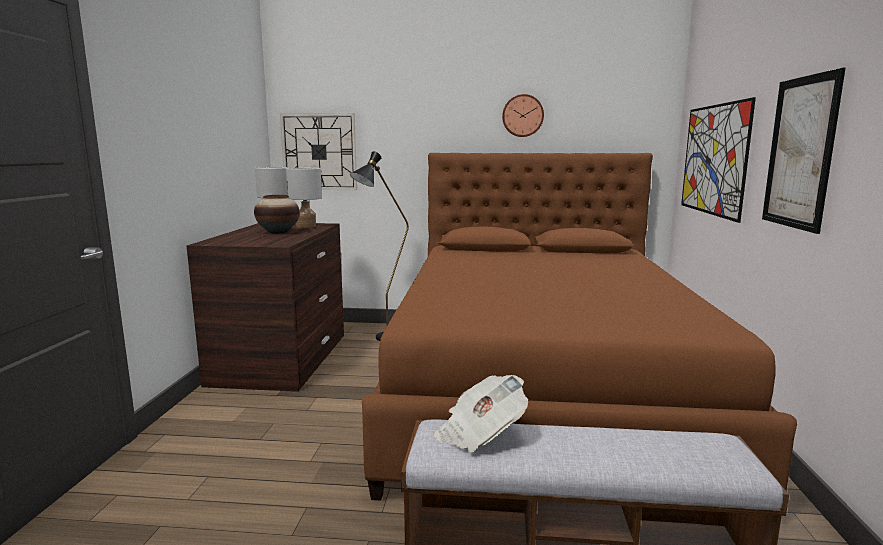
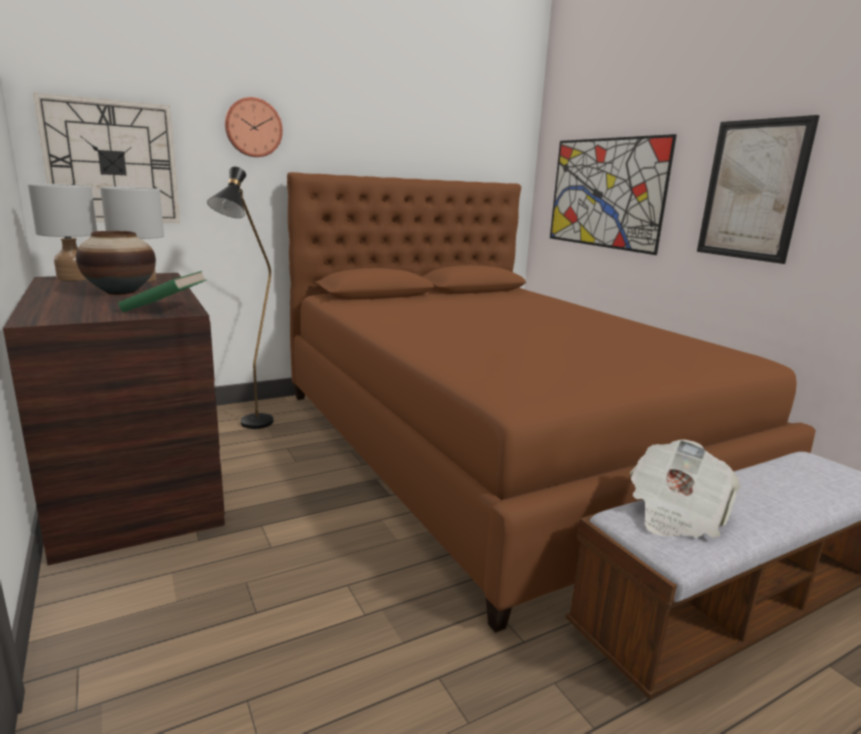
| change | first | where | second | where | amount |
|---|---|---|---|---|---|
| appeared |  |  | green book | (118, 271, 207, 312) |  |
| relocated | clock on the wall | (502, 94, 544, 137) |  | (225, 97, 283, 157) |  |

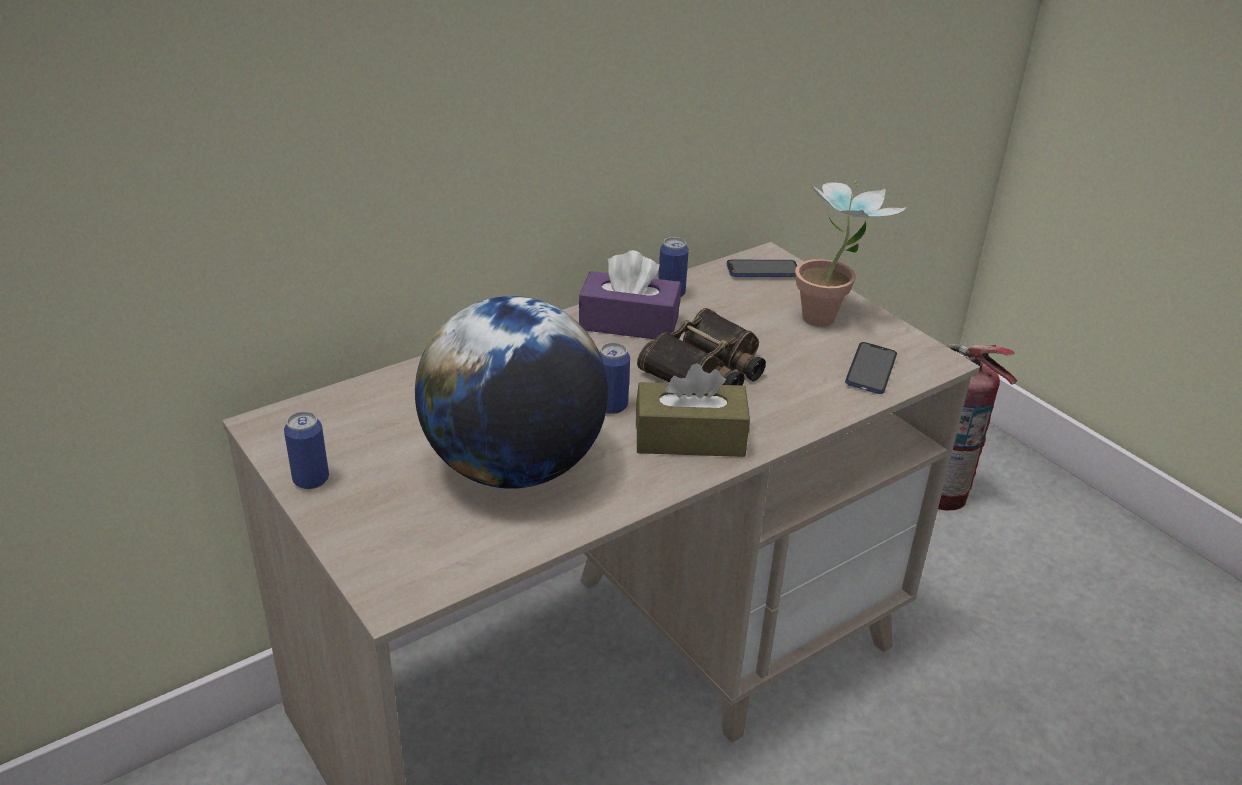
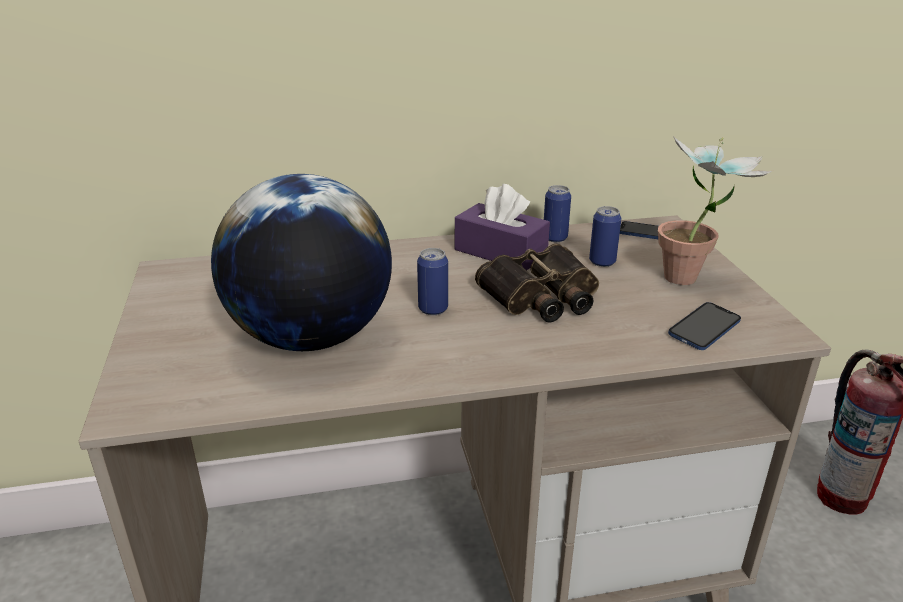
| change | first | where | second | where | amount |
|---|---|---|---|---|---|
| relocated | sealed can | (284, 411, 329, 489) |  | (589, 206, 622, 267) |  |
| missing | brownish box of tissues | (636, 363, 750, 457) |  |  |  |

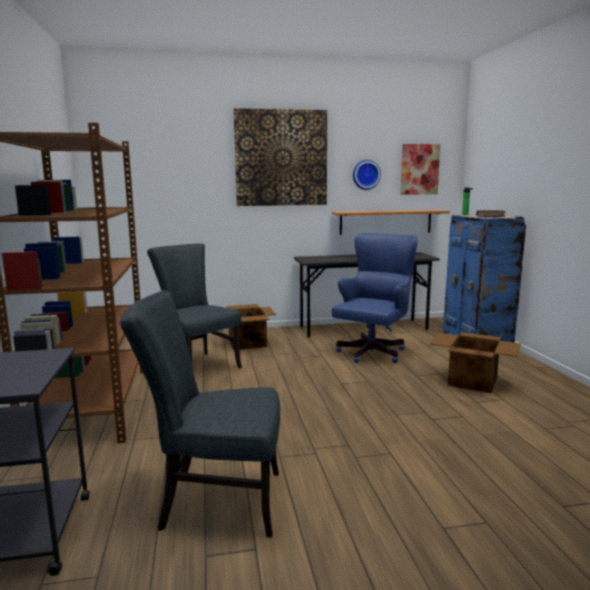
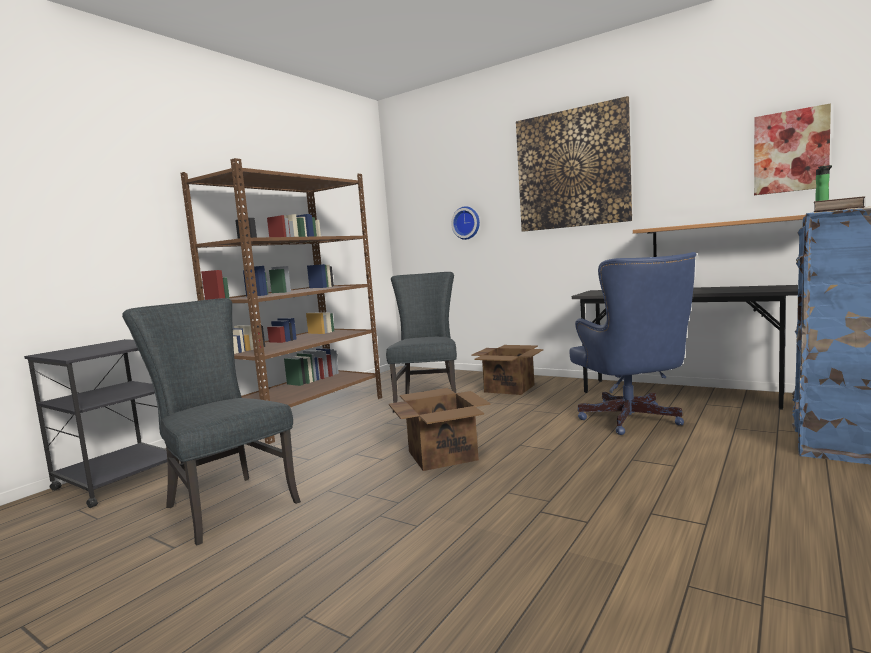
| change | first | where | second | where | amount |
|---|---|---|---|---|---|
| relocated | cardboard box | (430, 332, 521, 393) |  | (389, 388, 491, 471) |  |
| relocated | clock on the wall | (353, 160, 381, 190) |  | (451, 206, 480, 240) |  |
| spun | blue desk chair | (332, 233, 418, 363) |  | (570, 252, 696, 435) | 90 degrees clockwise |

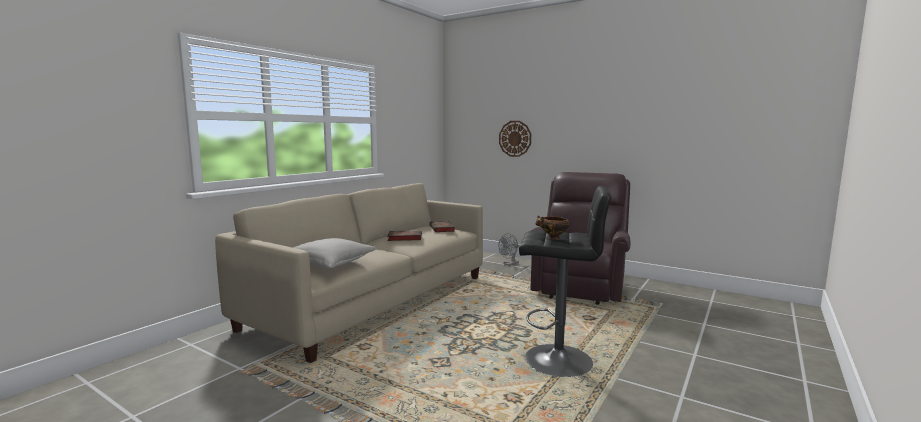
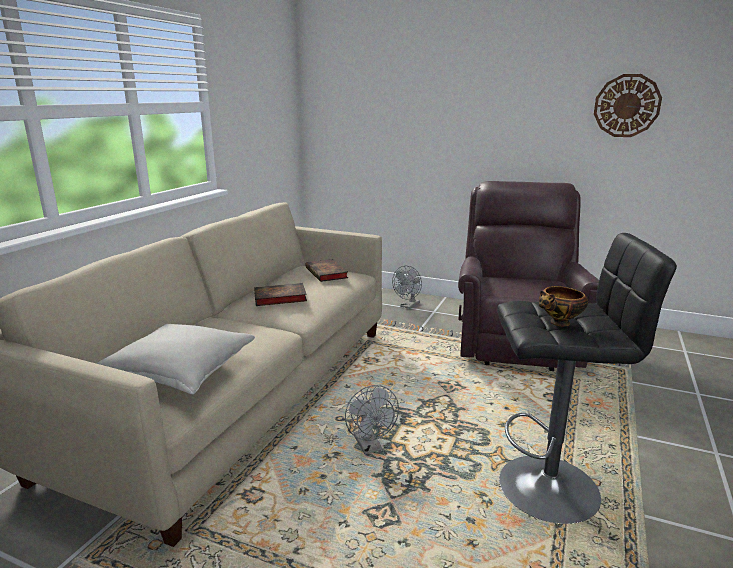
| change | first | where | second | where | amount |
|---|---|---|---|---|---|
| appeared |  |  | greyish cooling fan | (345, 385, 399, 454) |  |
| relocated | clock on the wall | (499, 121, 531, 157) |  | (594, 74, 662, 137) |  |

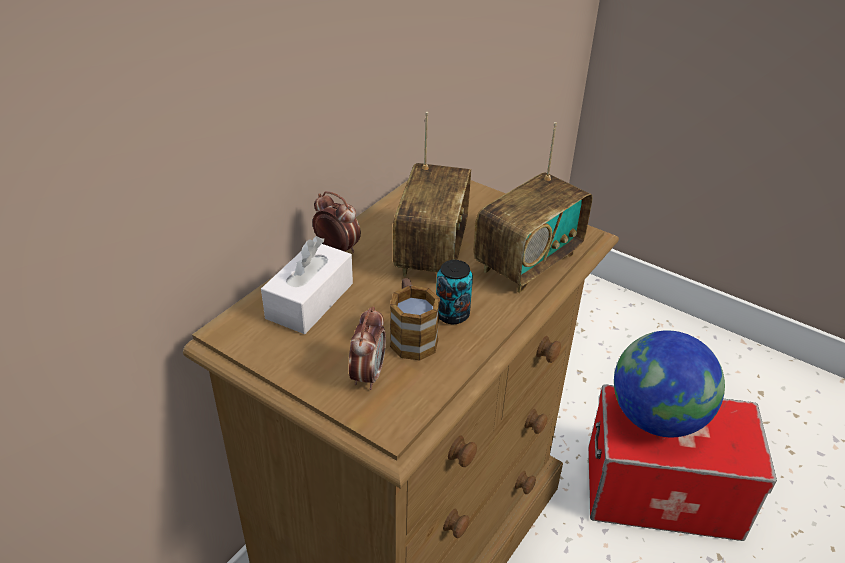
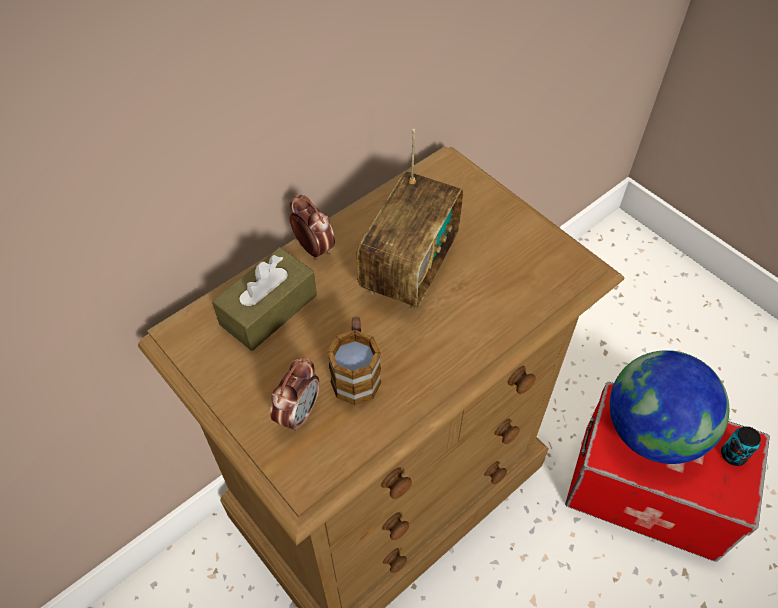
| change | first | where | second | where | amount |
|---|---|---|---|---|---|
| colour | white box of tissues | (261, 236, 353, 334) | brownish box of tissues | (212, 247, 317, 351) |  |
| relocated | sealed can | (436, 260, 473, 324) |  | (721, 426, 761, 466) |  |
| missing | radio | (473, 122, 592, 293) |  |  |  |

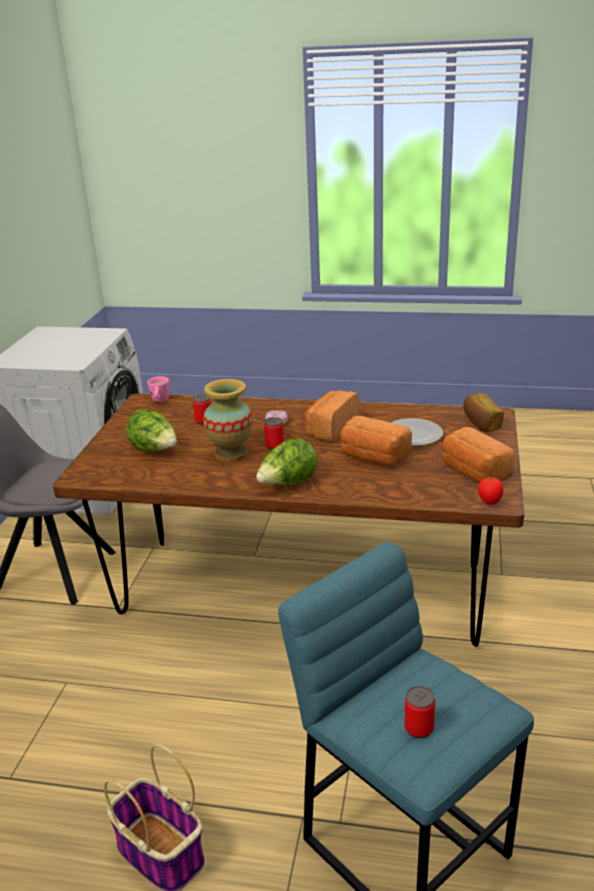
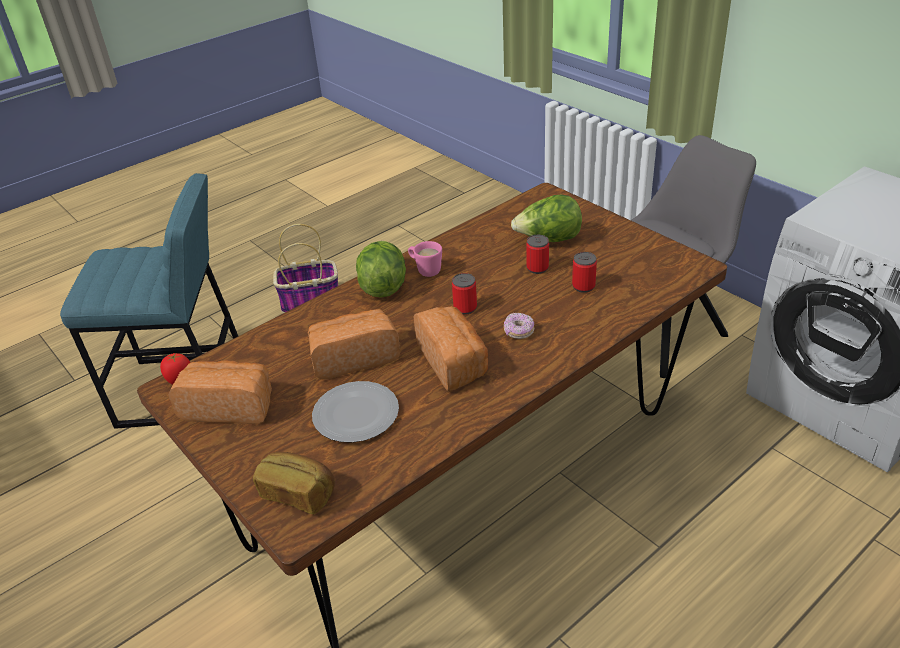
| change | first | where | second | where | amount |
|---|---|---|---|---|---|
| relocated | pinkish mug | (147, 376, 169, 402) |  | (408, 241, 442, 277) |  |
| relocated | sealed can | (404, 686, 435, 738) |  | (526, 235, 549, 274) |  |
| missing | flower vase | (203, 379, 253, 462) |  |  |  |

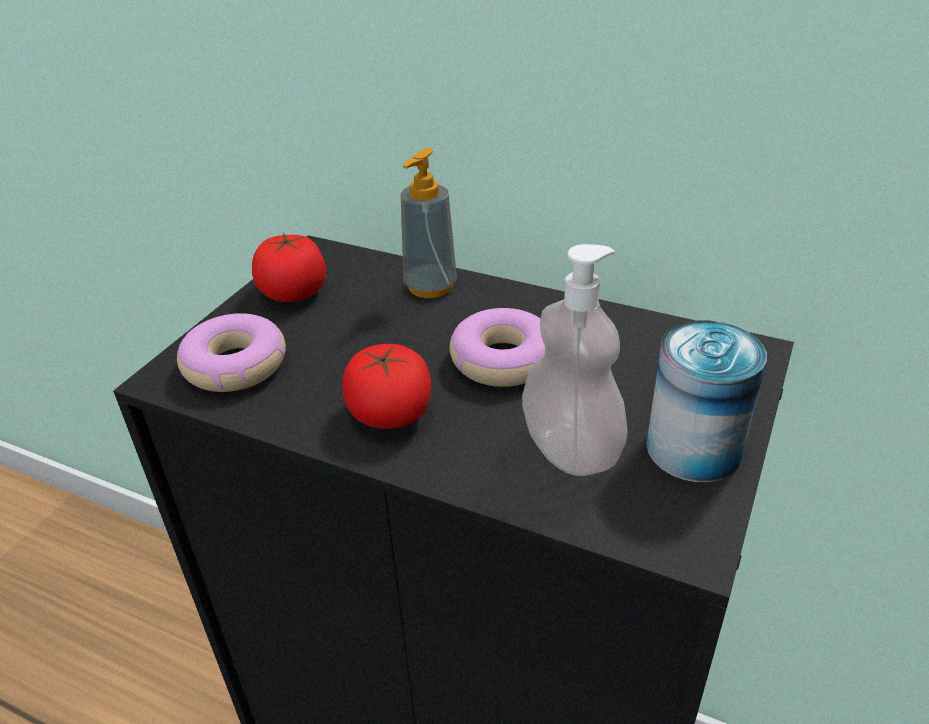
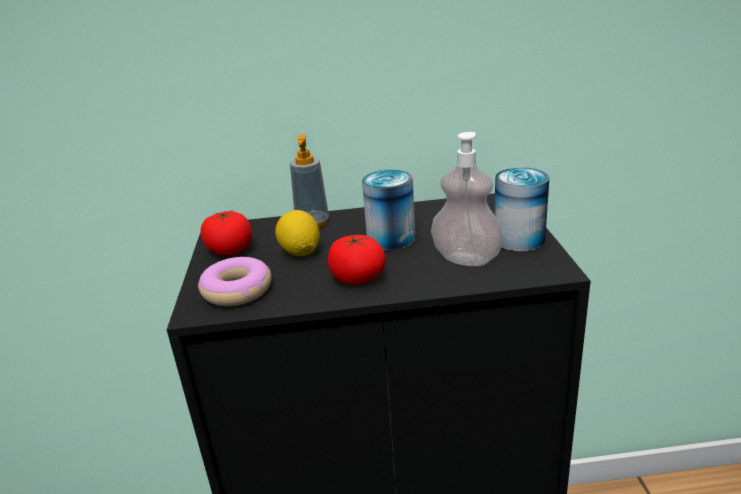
| change | first | where | second | where | amount |
|---|---|---|---|---|---|
| appeared |  |  | citrus fruit | (275, 210, 320, 256) |  |
| exchanged | doughnut | (450, 308, 545, 387) | sealed can | (362, 169, 415, 250) |  |

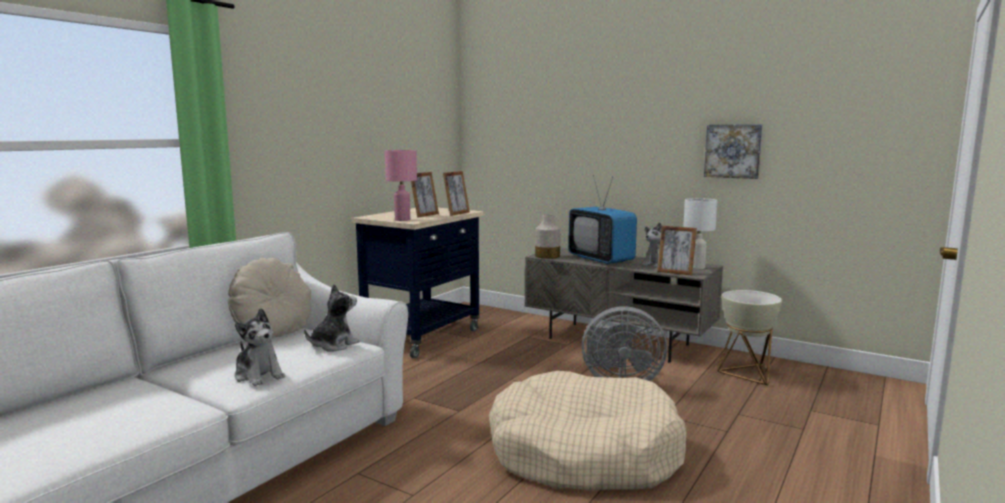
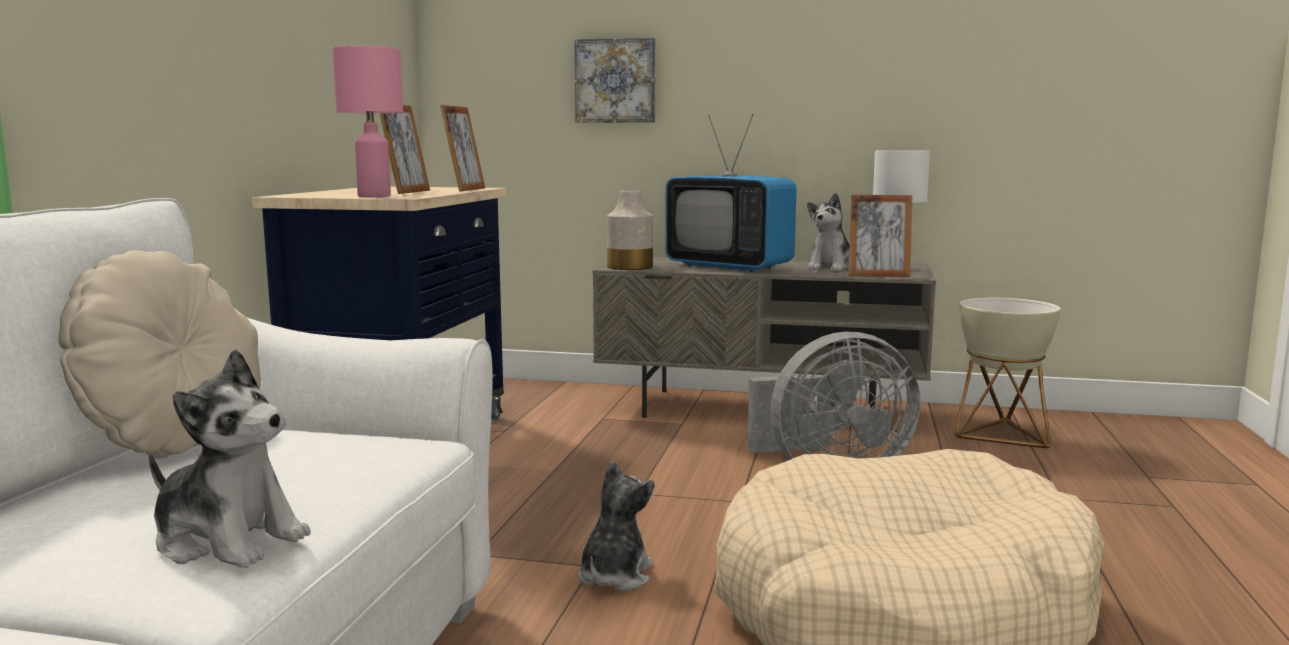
| change | first | where | second | where | amount |
|---|---|---|---|---|---|
| relocated | wall art | (704, 124, 763, 179) |  | (574, 37, 655, 123) |  |
| relocated | cuddly toy | (304, 284, 359, 352) |  | (578, 461, 655, 591) |  |

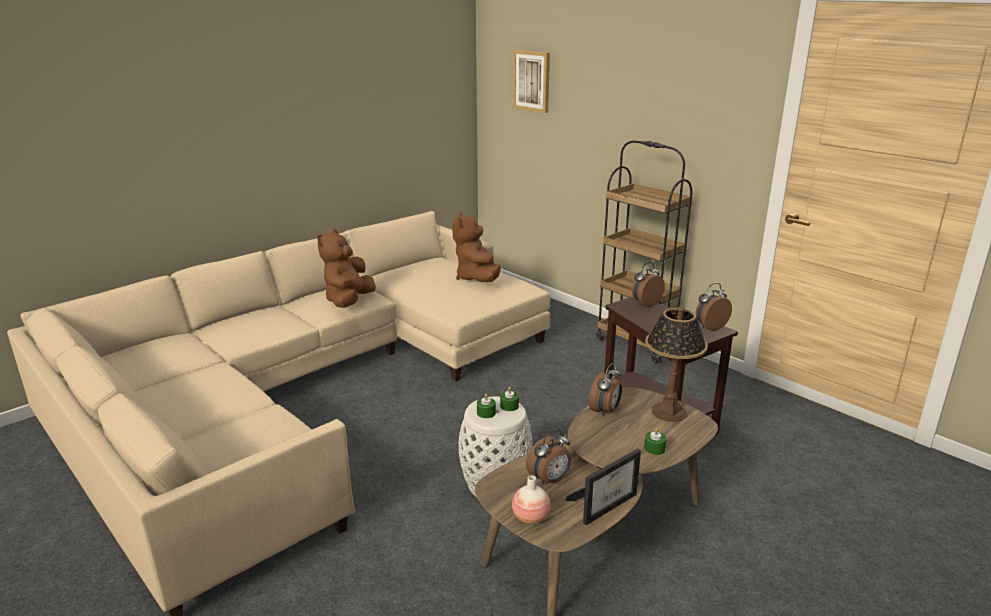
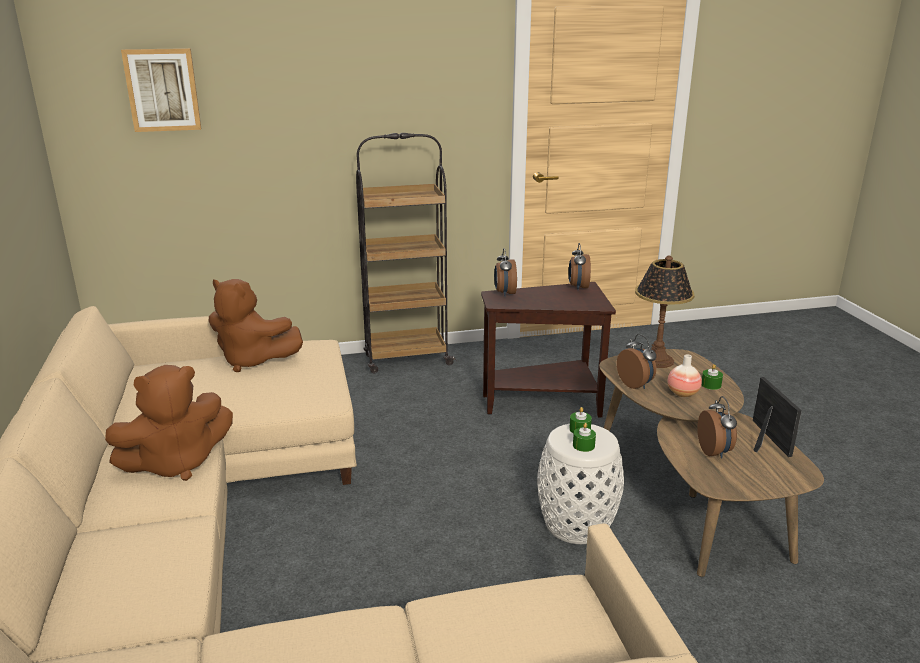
| change | first | where | second | where | amount |
|---|---|---|---|---|---|
| spun | brownish cuddly toy | (318, 229, 376, 308) |  | (105, 365, 233, 481) | 75 degrees counterclockwise |
| relocated | flower vase | (512, 475, 550, 524) |  | (667, 354, 702, 397) |  |

